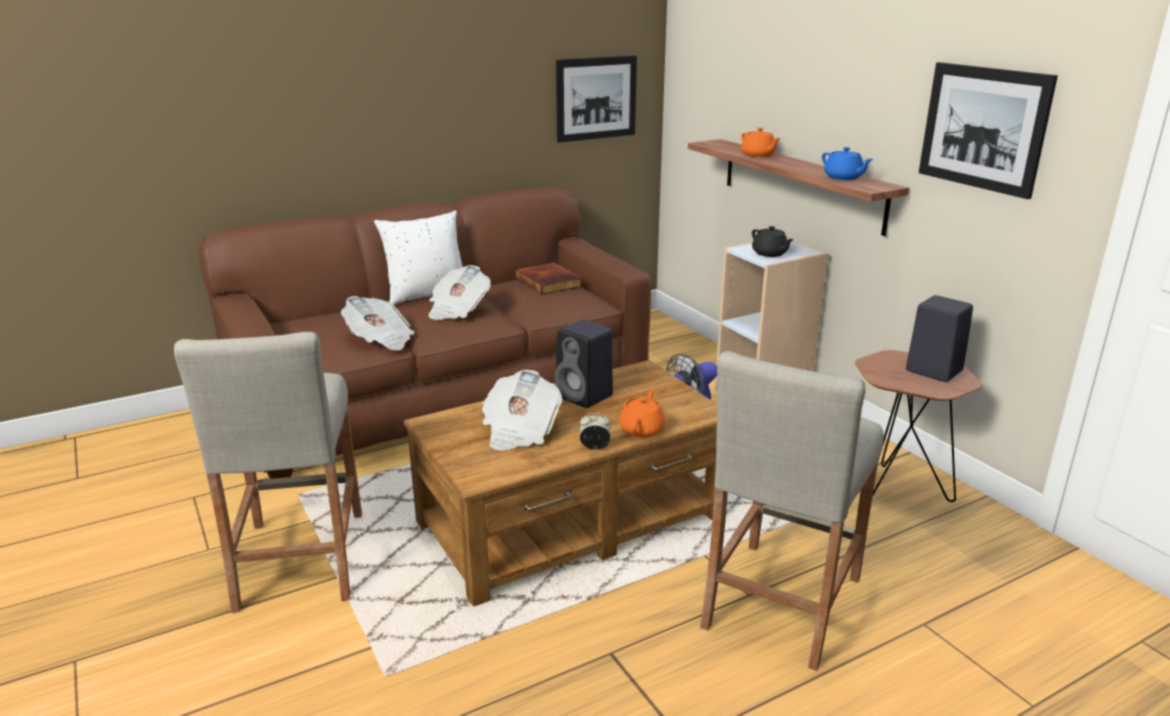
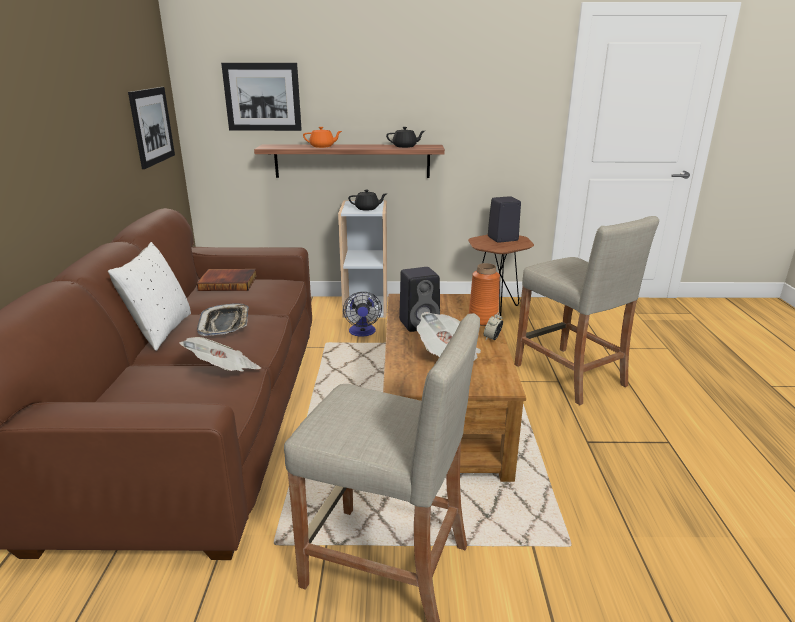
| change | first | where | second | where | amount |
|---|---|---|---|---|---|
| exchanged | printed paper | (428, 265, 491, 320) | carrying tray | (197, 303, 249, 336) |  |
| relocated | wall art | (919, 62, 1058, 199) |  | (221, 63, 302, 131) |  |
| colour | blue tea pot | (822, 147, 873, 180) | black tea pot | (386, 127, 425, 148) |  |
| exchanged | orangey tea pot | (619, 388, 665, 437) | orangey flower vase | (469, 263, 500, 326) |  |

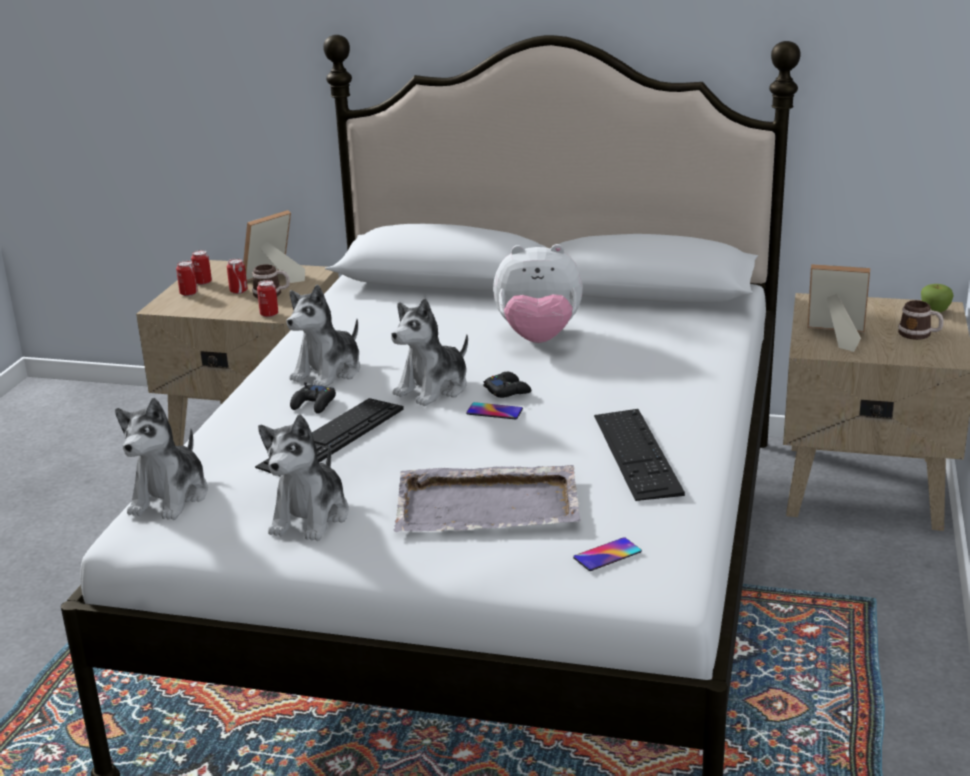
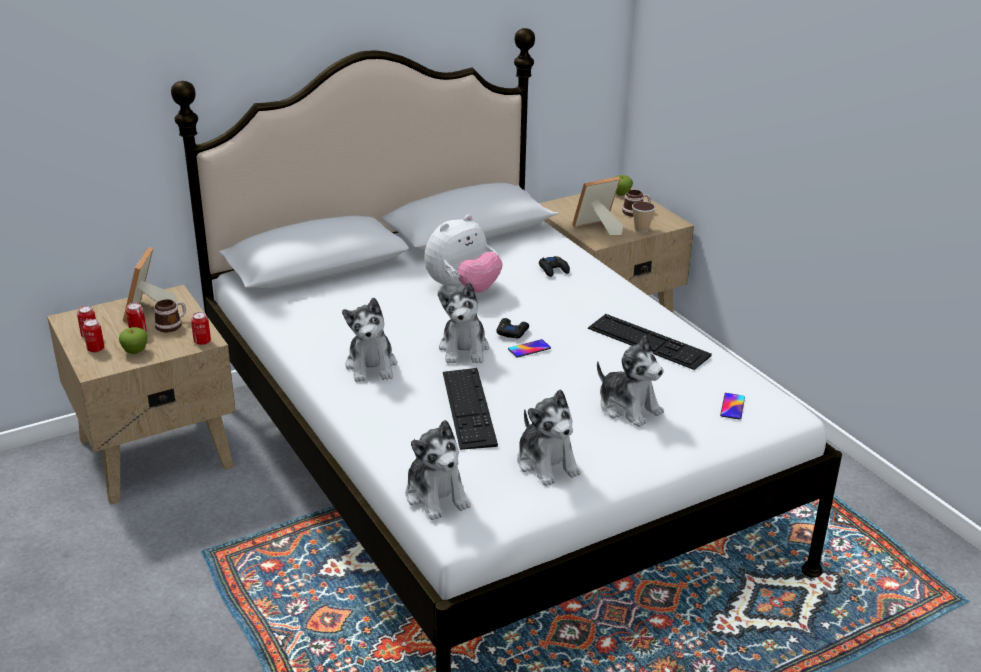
| change | first | where | second | where | amount |
|---|---|---|---|---|---|
| appeared |  |  | apple | (119, 327, 148, 354) |  |
| relocated | black gamepad | (290, 382, 336, 414) |  | (539, 256, 570, 277) |  |
| exchanged | greyish carrying tray | (394, 465, 581, 532) | cuddly toy | (597, 335, 664, 427) |  |
| appeared |  |  | small cup | (632, 202, 656, 233) |  |

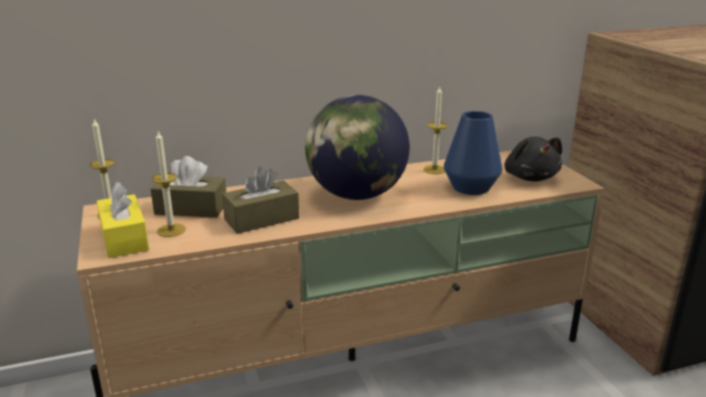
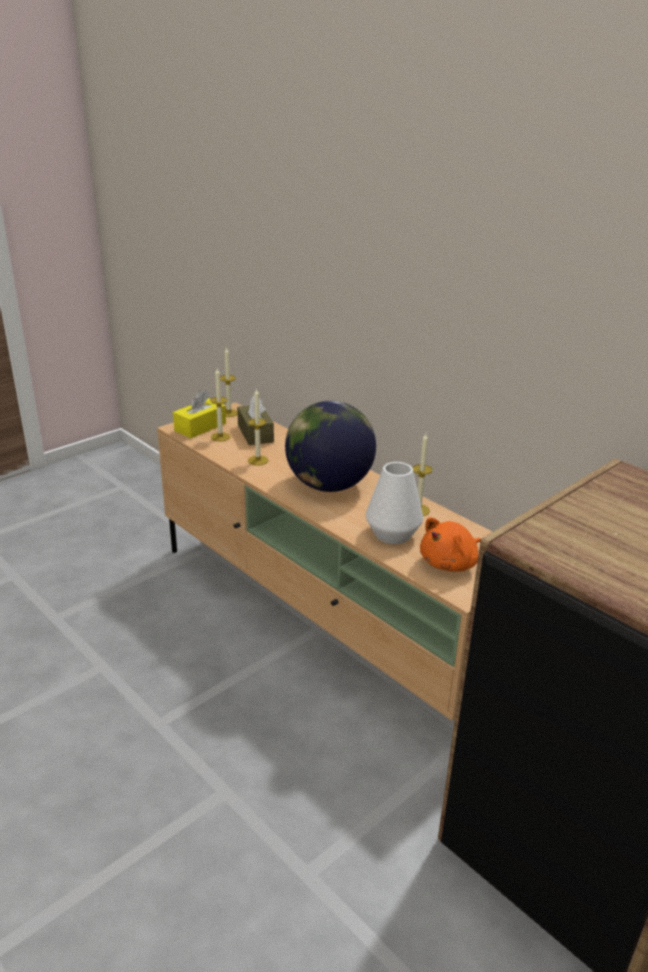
| change | first | where | second | where | amount |
|---|---|---|---|---|---|
| exchanged | brownish box of tissues | (222, 167, 299, 234) | wax light | (248, 388, 268, 465) |  |
| colour | blue flower vase | (444, 111, 502, 195) | white flower vase | (366, 462, 423, 544) |  |
| colour | black cuddly toy | (504, 137, 562, 182) | orangey cuddly toy | (420, 517, 481, 572) |  |

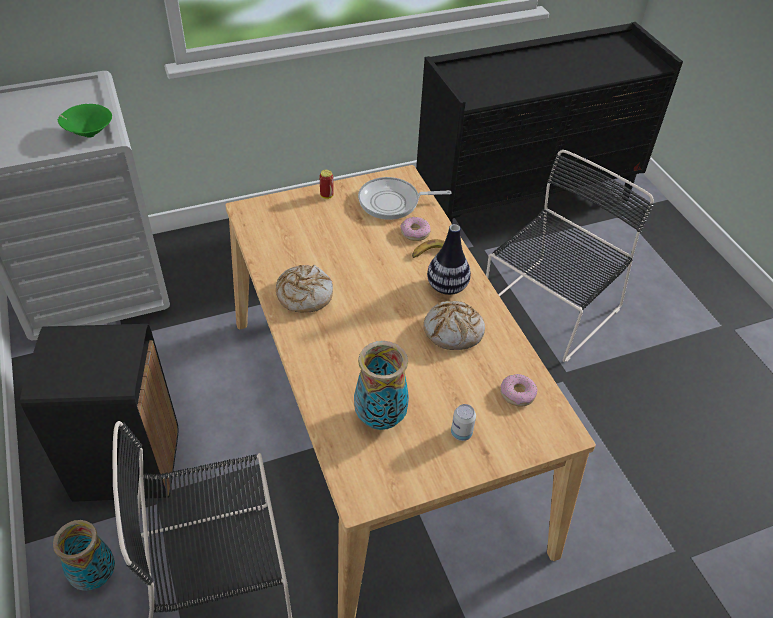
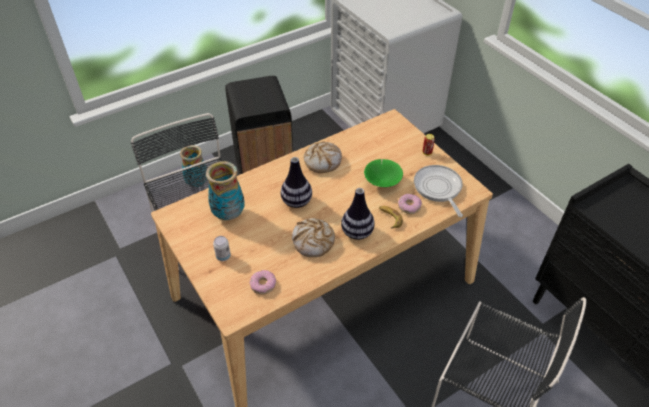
| change | first | where | second | where | amount |
|---|---|---|---|---|---|
| appeared |  |  | flower vase | (281, 157, 312, 208) |  |
| relocated | green serving bowl | (58, 104, 112, 138) |  | (364, 159, 403, 187) |  |

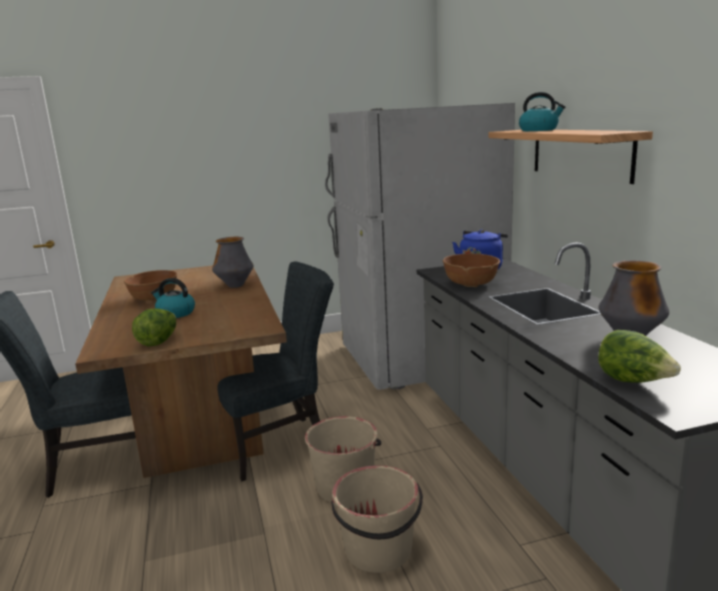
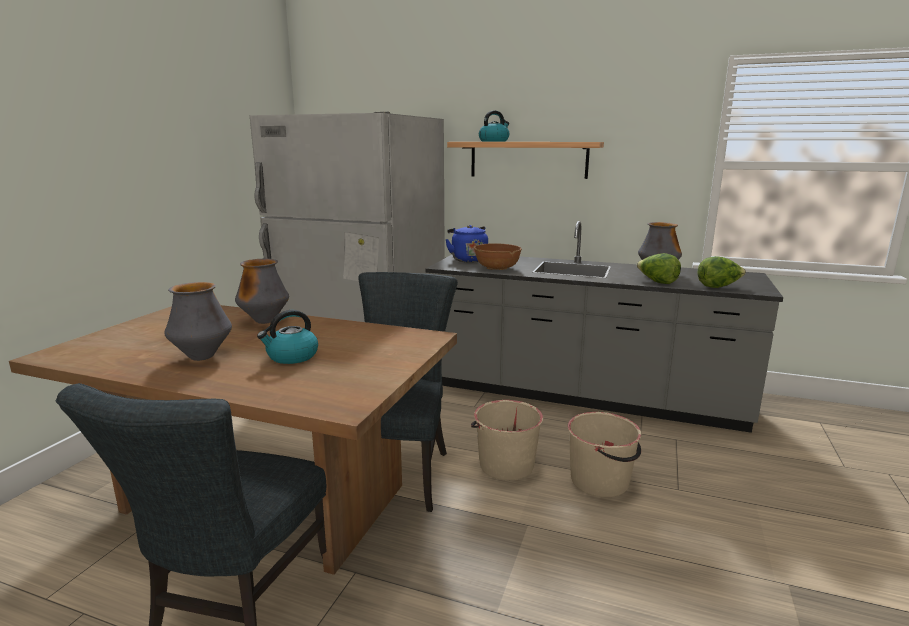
| change | first | where | second | where | amount |
|---|---|---|---|---|---|
| exchanged | brownish serving bowl | (124, 270, 177, 301) | flower vase | (164, 282, 232, 361) |  |
| relocated | head of lettuce | (132, 308, 176, 347) |  | (637, 253, 681, 284) |  |

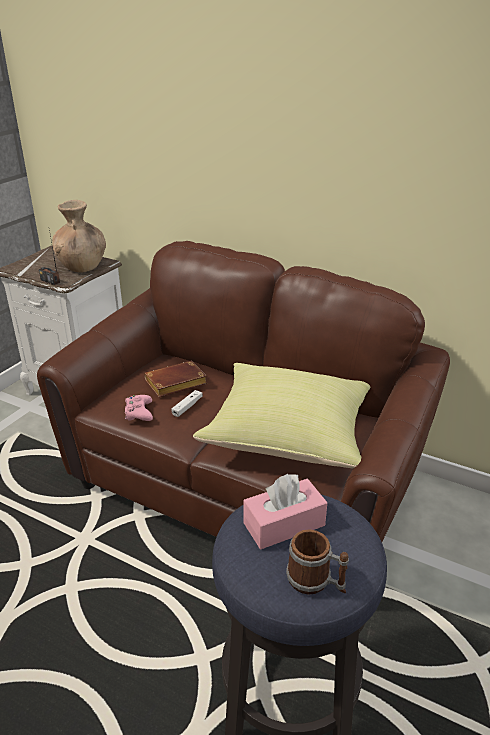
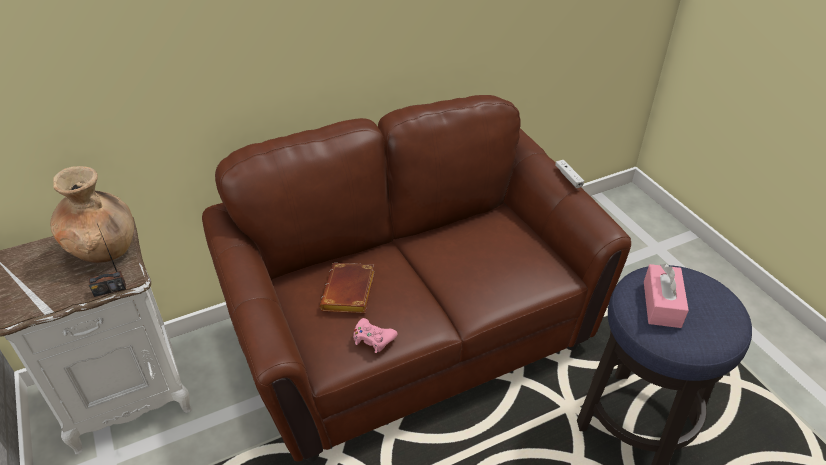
| change | first | where | second | where | amount |
|---|---|---|---|---|---|
| relocated | white gamepad | (171, 390, 203, 417) |  | (555, 160, 584, 188) |  |
| missing | yellowish throw pillow | (193, 363, 371, 468) |  |  |  |
| missing | mug | (286, 529, 349, 595) |  |  |  |

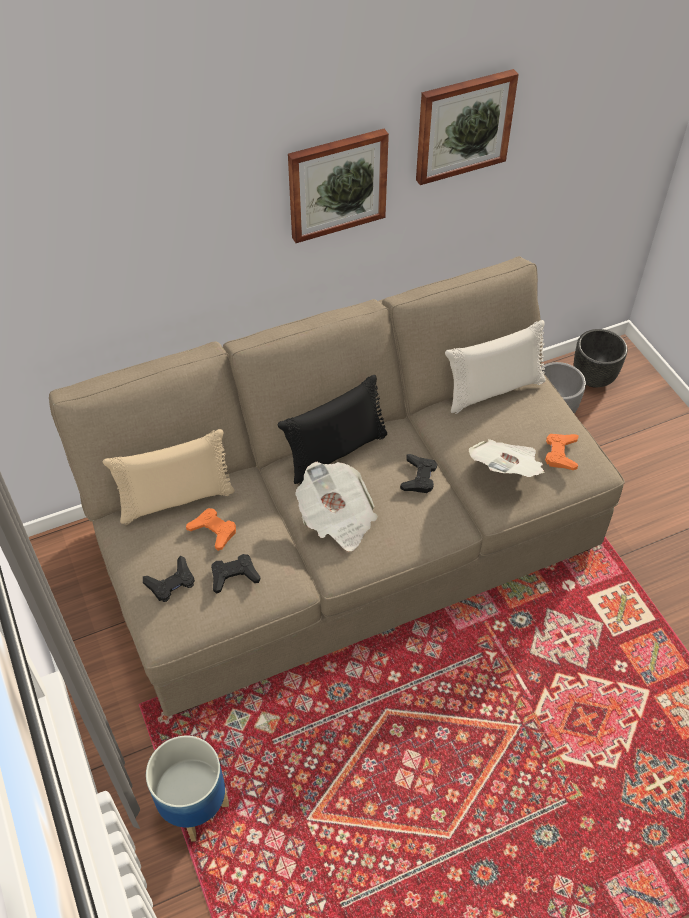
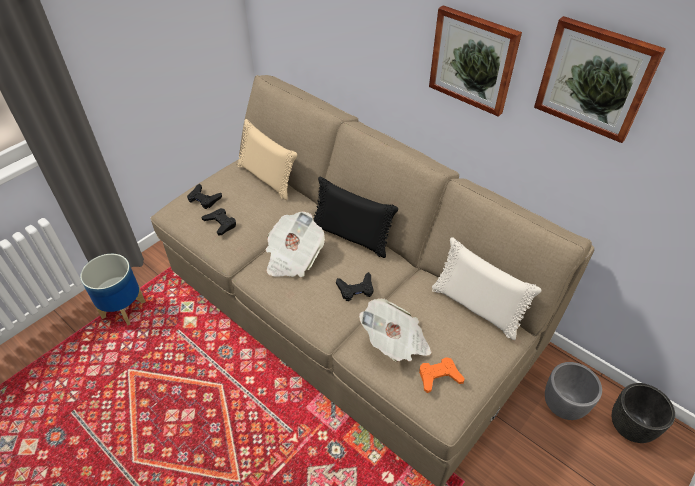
| change | first | where | second | where | amount |
|---|---|---|---|---|---|
| missing | orangey gamepad | (186, 508, 236, 551) |  |  |  |

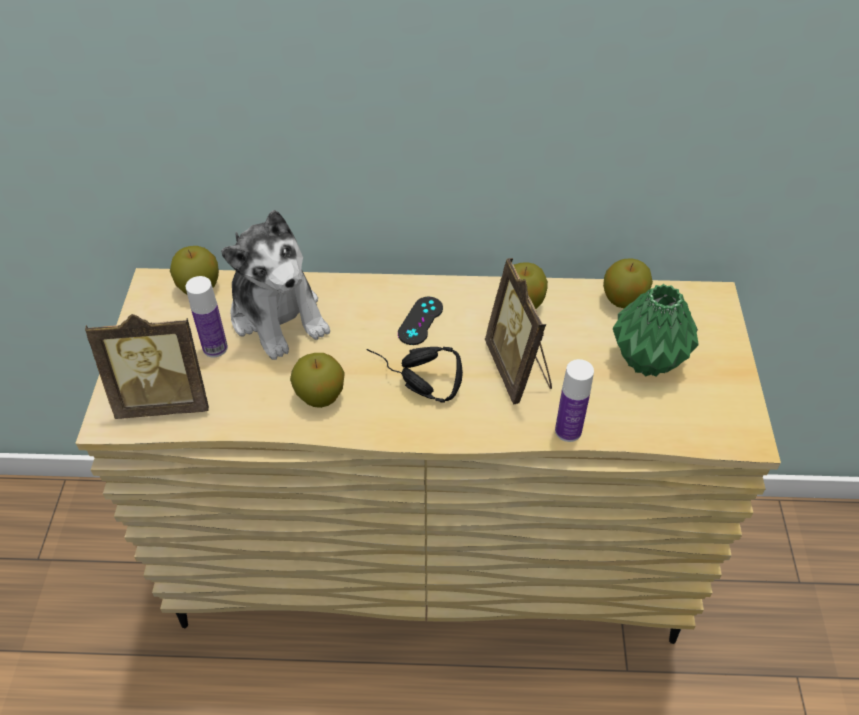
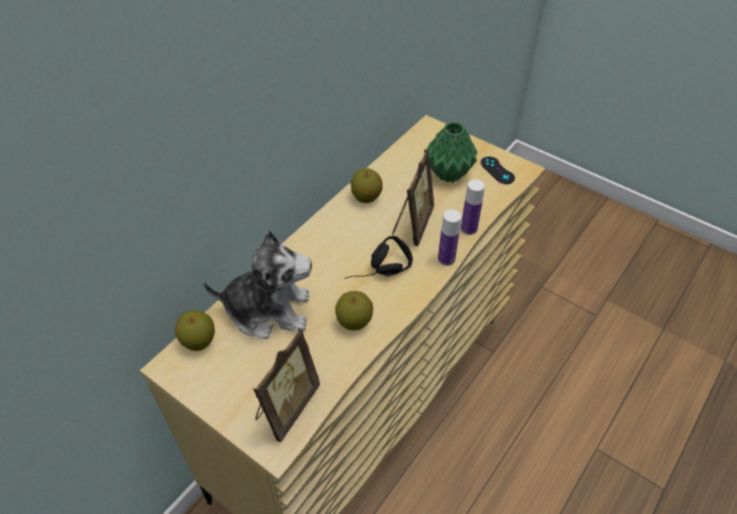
| change | first | where | second | where | amount |
|---|---|---|---|---|---|
| spun | picture frame | (485, 258, 552, 405) |  | (392, 150, 434, 246) | 90 degrees counterclockwise |
| relocated | bottle | (186, 276, 228, 357) |  | (438, 210, 461, 266) |  |
| relocated | black gamepad | (398, 297, 443, 345) |  | (481, 157, 515, 184) |  |
| missing | apple | (603, 258, 653, 308) |  |  |  |

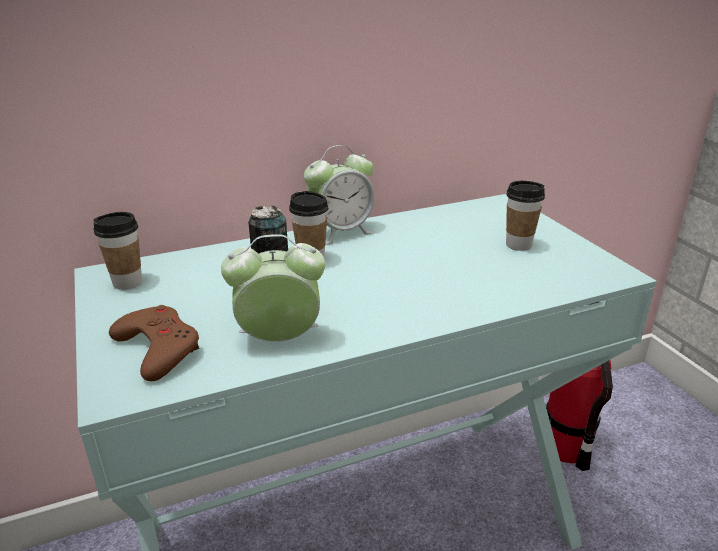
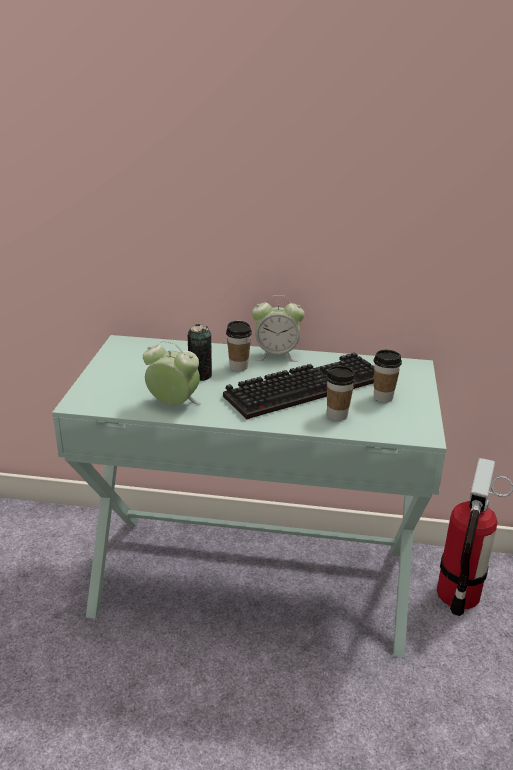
| change | first | where | second | where | amount |
|---|---|---|---|---|---|
| appeared |  |  | keyboard | (223, 352, 374, 419) |  |
| relocated | small cup | (93, 212, 142, 290) |  | (326, 366, 356, 421) |  |
| missing | brownish gamepad | (109, 305, 199, 381) |  |  |  |

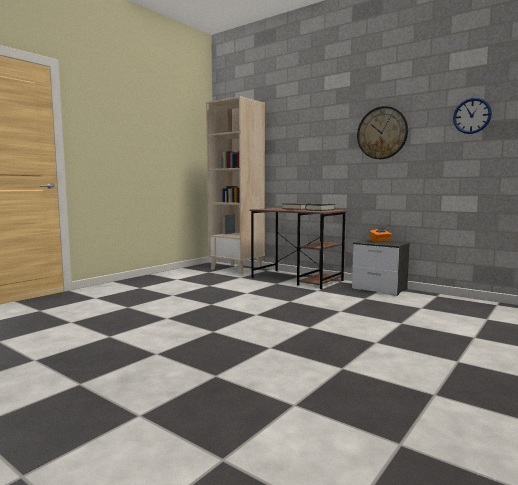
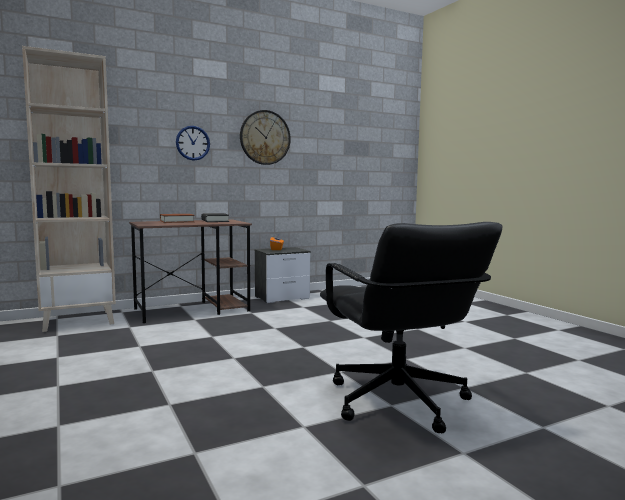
| change | first | where | second | where | amount |
|---|---|---|---|---|---|
| relocated | clock on the wall | (453, 98, 492, 134) |  | (176, 126, 210, 161) |  |
| appeared |  |  | black desk chair | (320, 222, 502, 433) |  |

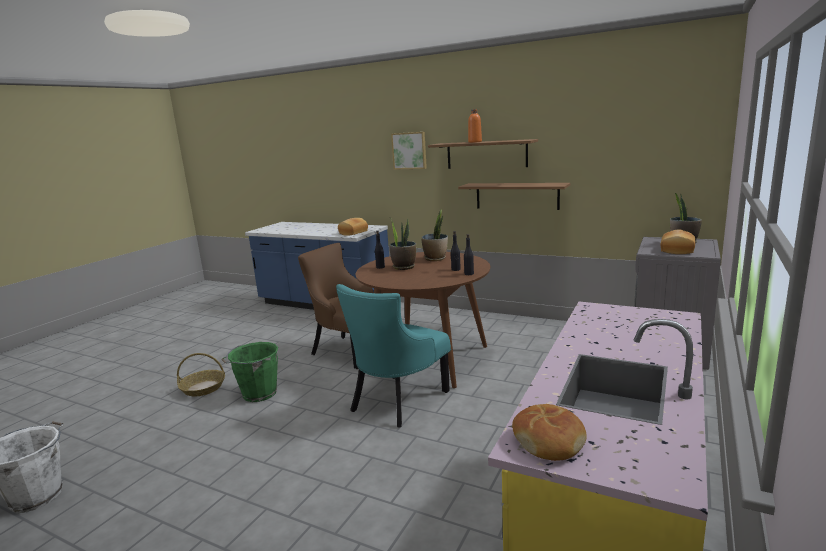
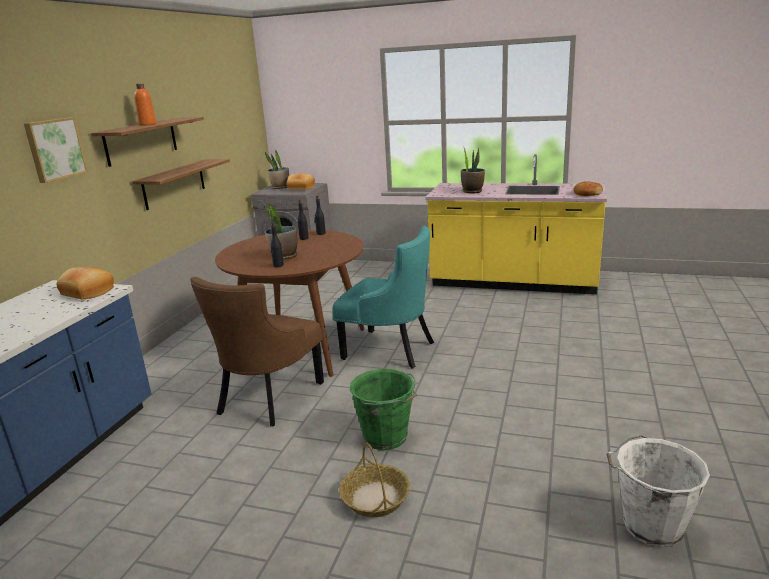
| change | first | where | second | where | amount |
|---|---|---|---|---|---|
| relocated | potted plant | (421, 209, 448, 261) |  | (461, 146, 485, 194) |  |

